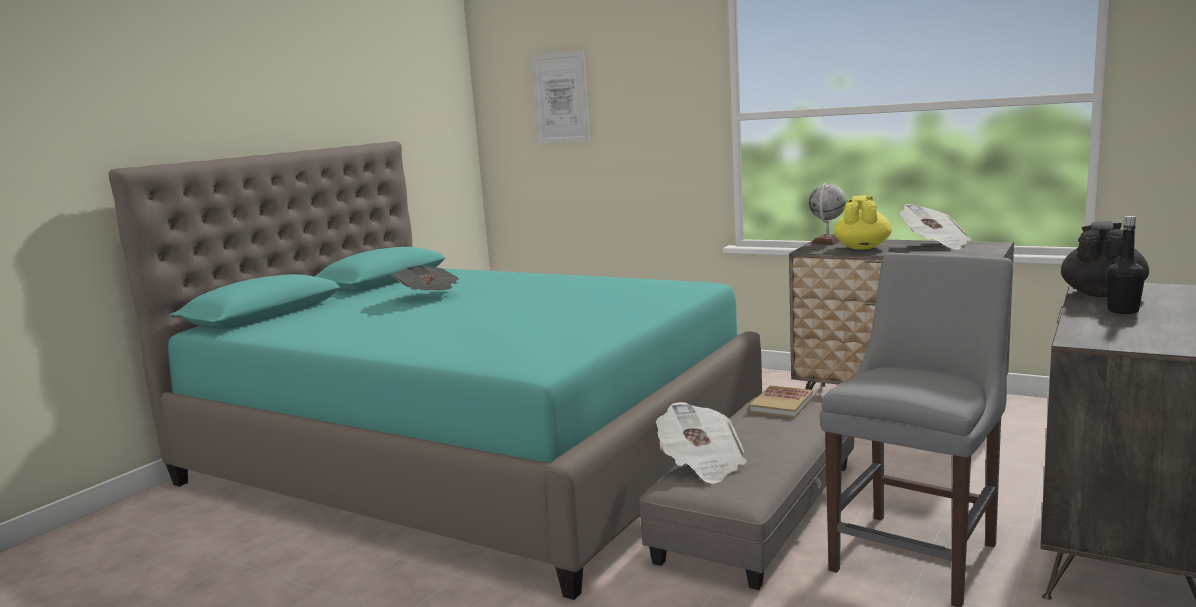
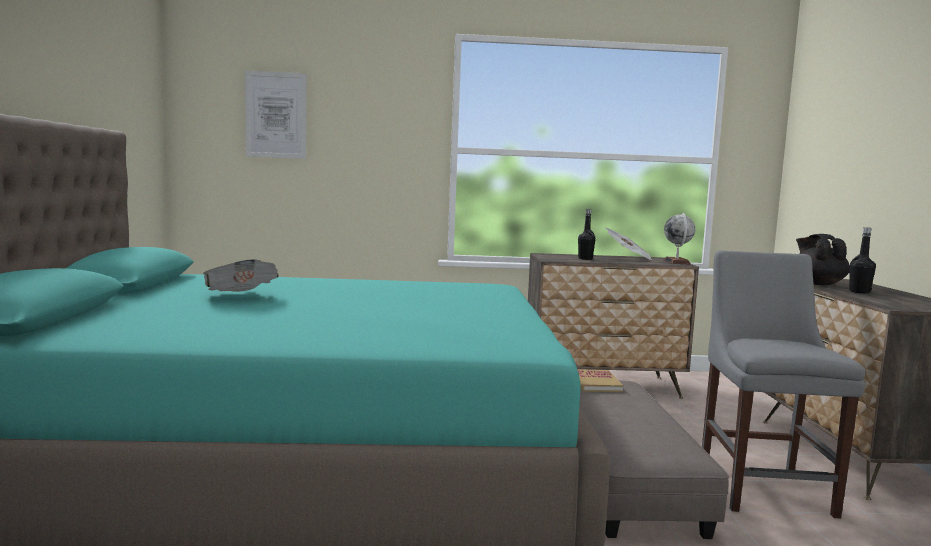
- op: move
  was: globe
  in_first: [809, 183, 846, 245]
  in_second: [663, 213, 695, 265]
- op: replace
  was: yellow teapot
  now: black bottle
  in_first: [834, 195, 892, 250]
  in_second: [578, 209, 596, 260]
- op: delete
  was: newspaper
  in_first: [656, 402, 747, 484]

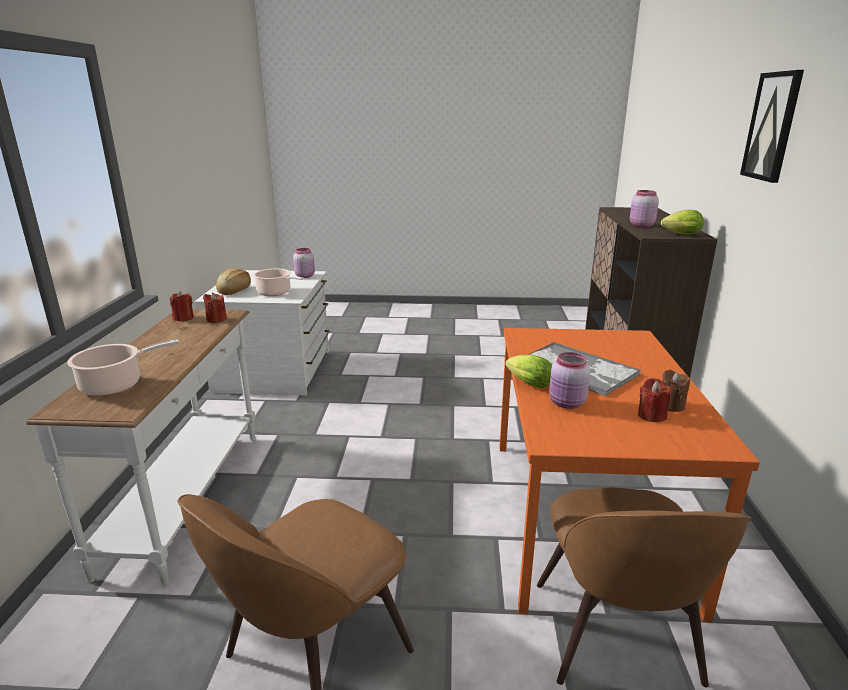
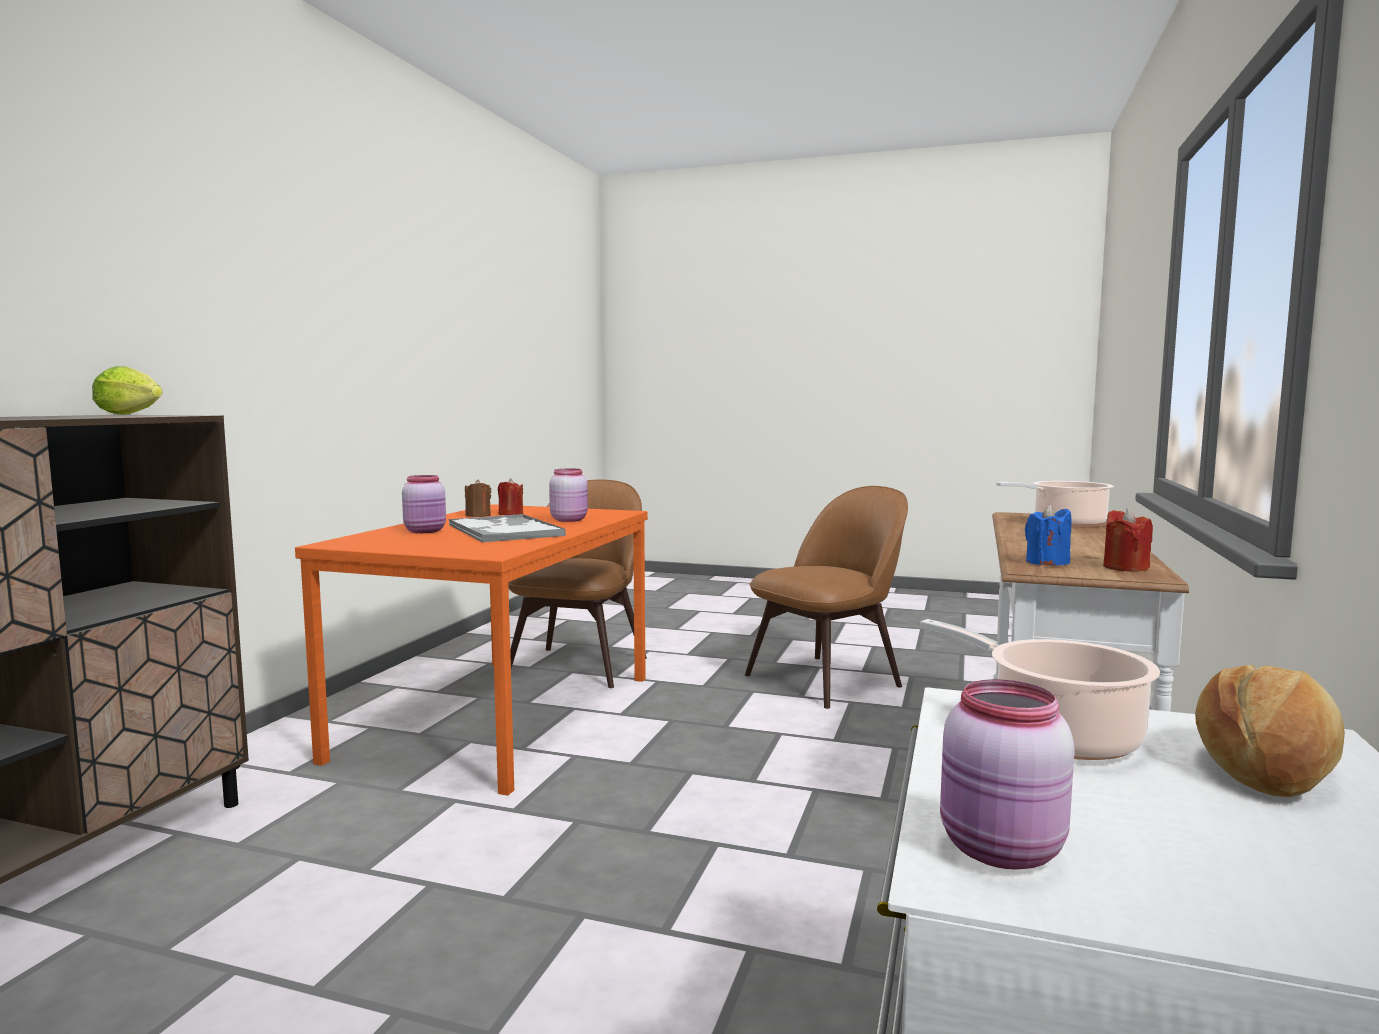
- op: delete
  was: picture
  in_first: [740, 70, 804, 183]
- op: move
  was: pink jar
  in_first: [630, 190, 659, 227]
  in_second: [402, 475, 446, 533]
- op: recolor
  was: red candle
  now: blue candle
  in_first: [203, 293, 227, 323]
  in_second: [1025, 504, 1072, 565]
- op: delete
  was: lettuce
  in_first: [505, 355, 552, 388]

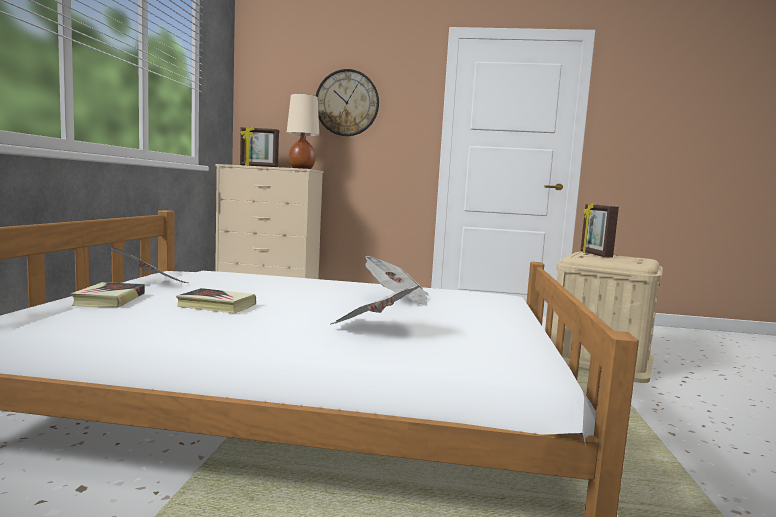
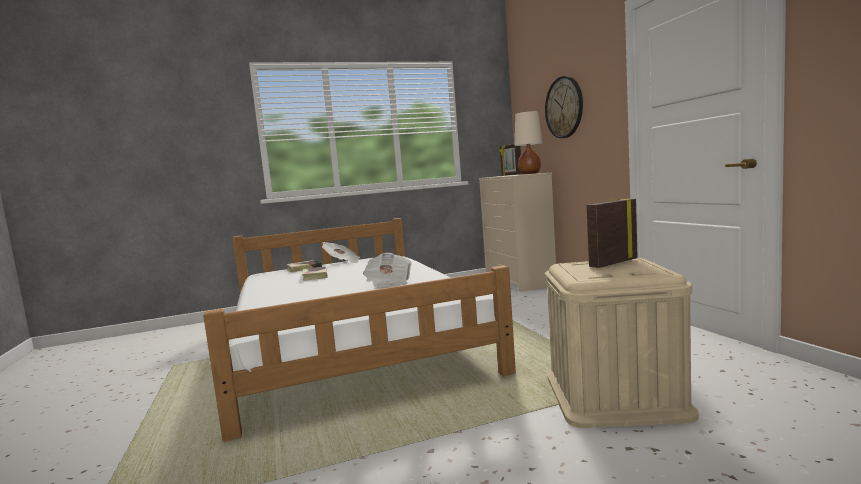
- op: delete
  was: newspaper
  in_first: [331, 284, 420, 324]

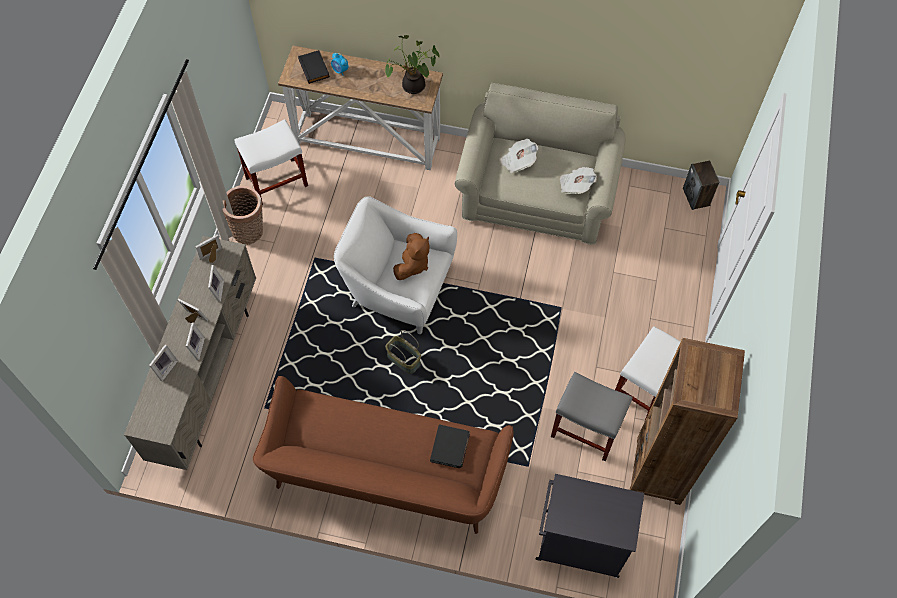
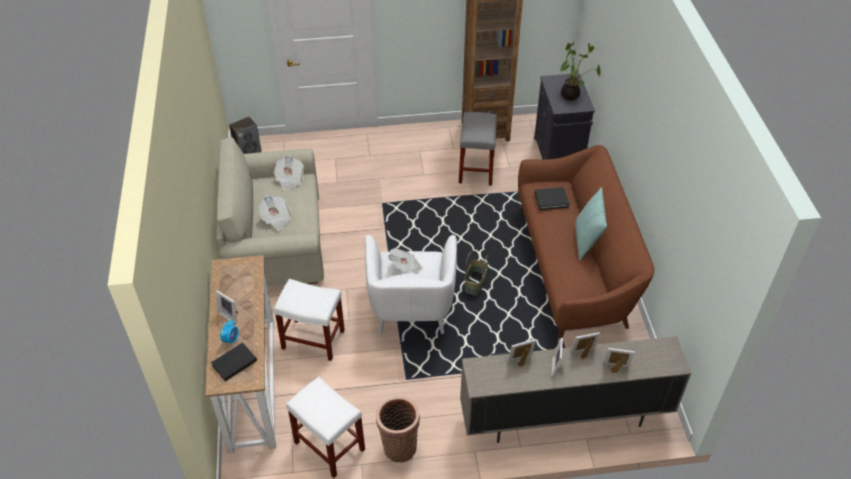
- op: move
  was: potted plant
  in_first: [385, 35, 440, 94]
  in_second: [560, 42, 600, 100]
- op: replace
  was: brown plush toy
  now: newspaper
  in_first: [393, 233, 430, 280]
  in_second: [387, 248, 423, 274]
- op: move
  was: picture frame
  in_first: [195, 234, 222, 263]
  in_second: [216, 290, 238, 324]
- op: move
  was: white stool
  in_first: [615, 326, 680, 420]
  in_second: [274, 279, 345, 361]
- op: insert
  now: pillow
  in_second: [575, 188, 607, 260]

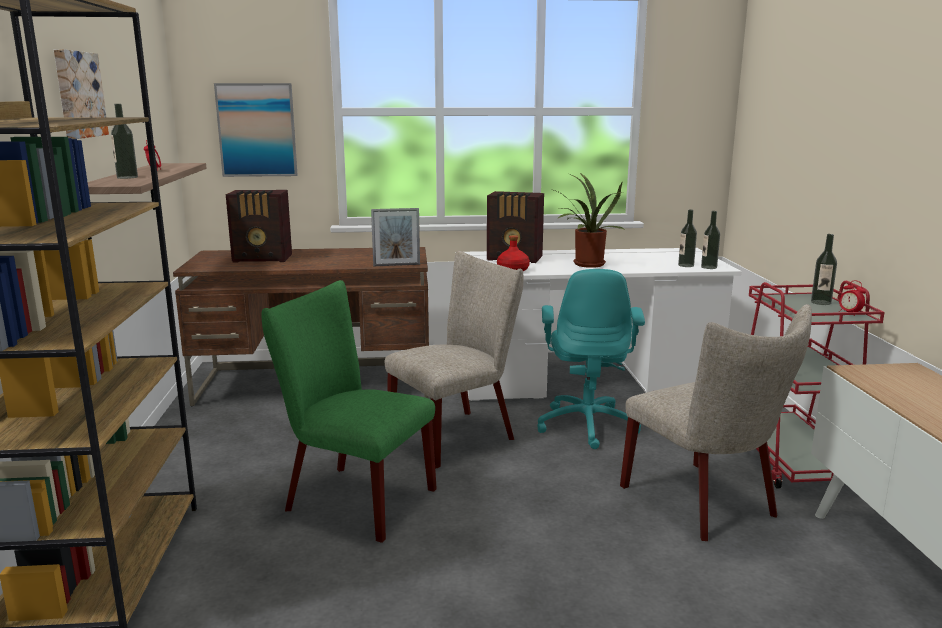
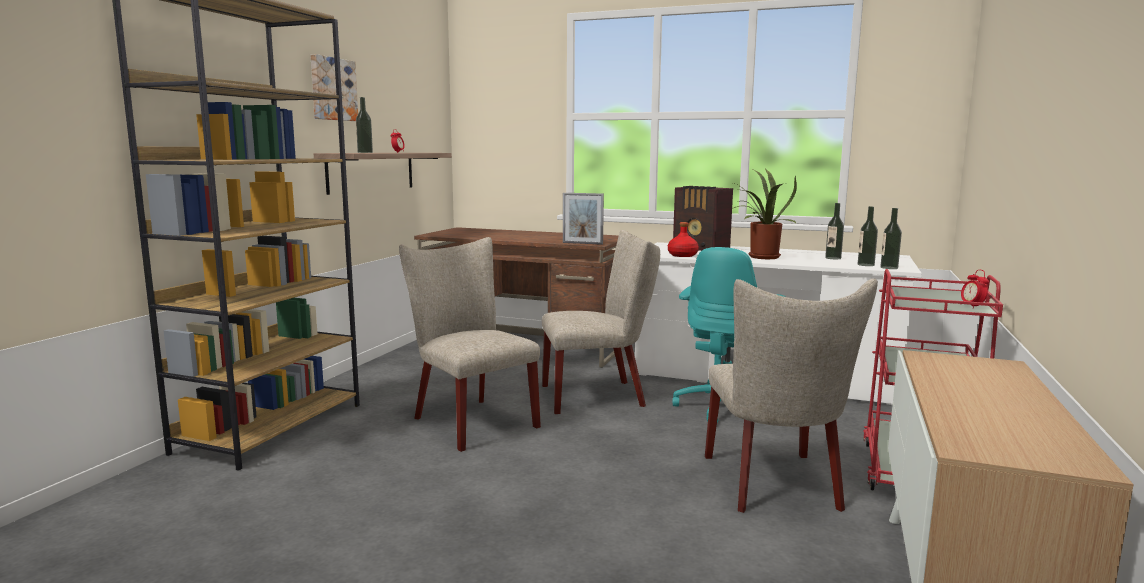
- op: delete
  was: picture
  in_first: [214, 83, 297, 177]
- op: delete
  was: radio
  in_first: [226, 190, 292, 262]
- op: move
  was: bottle
  in_first: [811, 234, 837, 305]
  in_second: [825, 203, 844, 259]
- op: recolor
  was: green chair
  now: beige chair
  in_first: [261, 280, 437, 543]
  in_second: [399, 237, 541, 452]

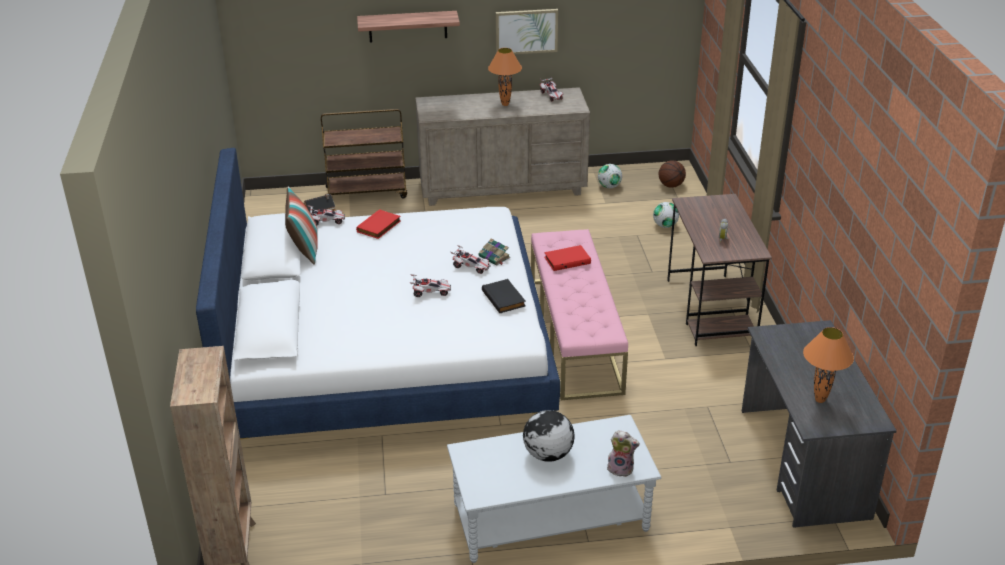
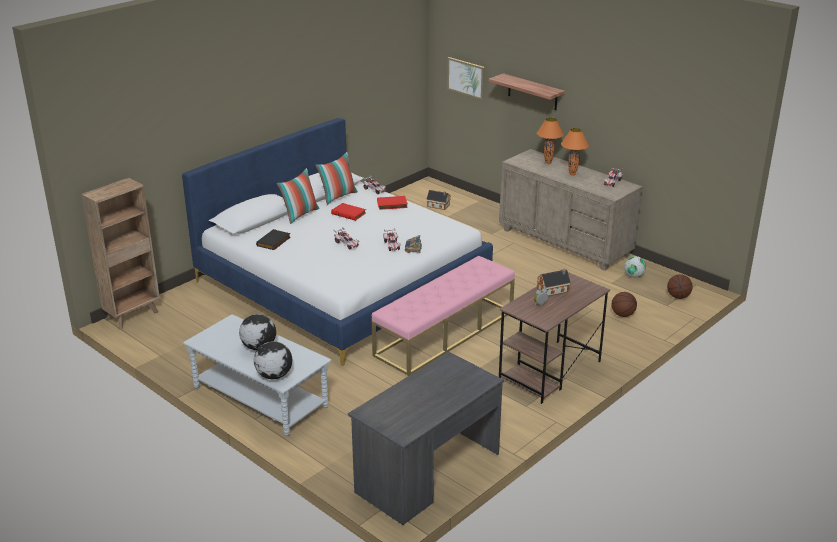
- op: move
  was: picture
  in_first: [496, 9, 558, 54]
  in_second: [447, 57, 485, 100]
- op: delete
  was: brown cart
  in_first: [321, 109, 407, 198]
- op: replace
  was: football
  now: basketball
  in_first: [653, 202, 679, 228]
  in_second: [612, 292, 637, 317]
- op: move
  was: red book
  in_first: [544, 245, 591, 271]
  in_second: [331, 203, 366, 221]
- op: move
  was: black book
  in_first: [482, 279, 526, 313]
  in_second: [256, 229, 291, 250]
- op: move
  was: orange table lamp
  in_first: [803, 327, 854, 403]
  in_second: [537, 118, 564, 164]
- op: replace
  was: plush toy
  now: globe
  in_first: [607, 430, 640, 477]
  in_second: [254, 341, 292, 379]
- op: insert
  now: pillow
  in_second: [277, 168, 320, 224]
- op: insert
  now: toy house
  in_second: [537, 269, 571, 296]

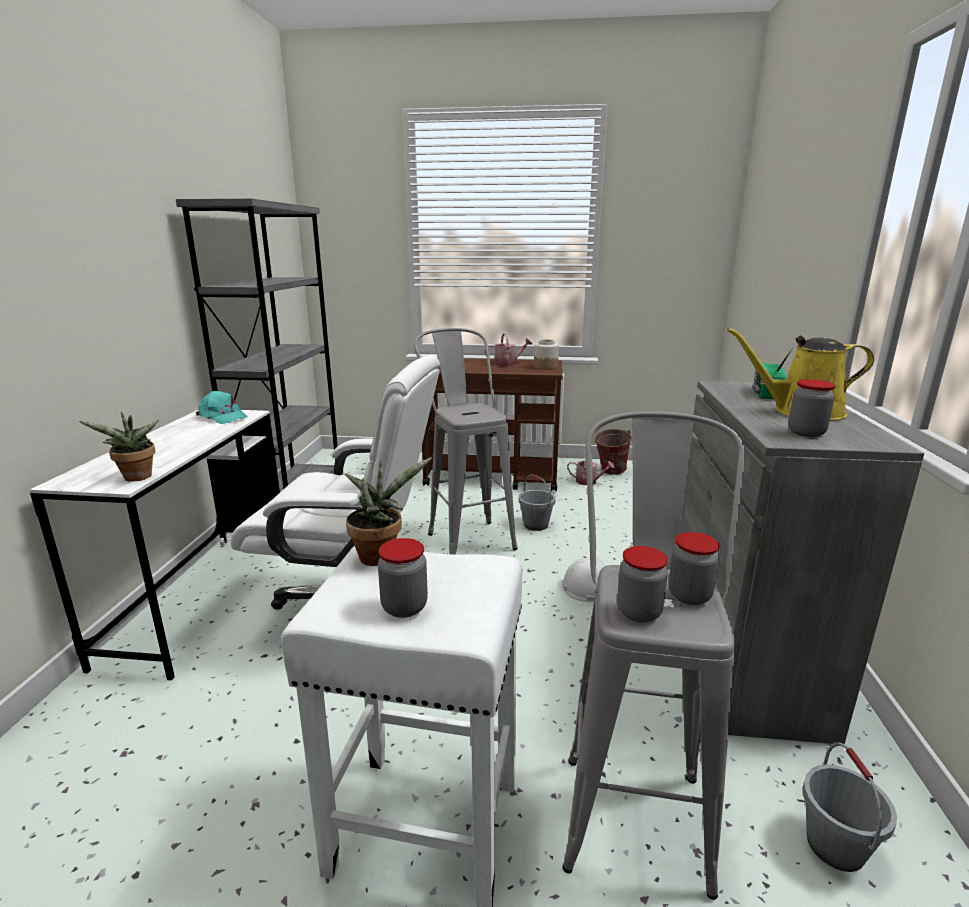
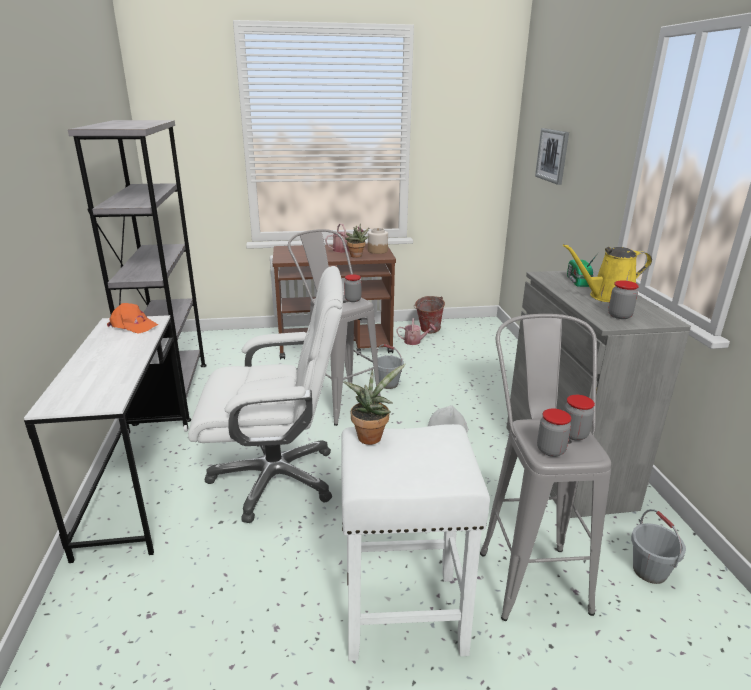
- op: recolor
  was: turquoise cap
  now: orange cap
  in_first: [196, 391, 249, 424]
  in_second: [107, 303, 158, 334]
- op: move
  was: potted plant
  in_first: [79, 412, 159, 482]
  in_second: [345, 224, 370, 258]
- op: move
  was: jar
  in_first: [378, 538, 428, 618]
  in_second: [344, 274, 361, 302]
- op: insert
  now: picture
  in_second: [535, 128, 569, 185]

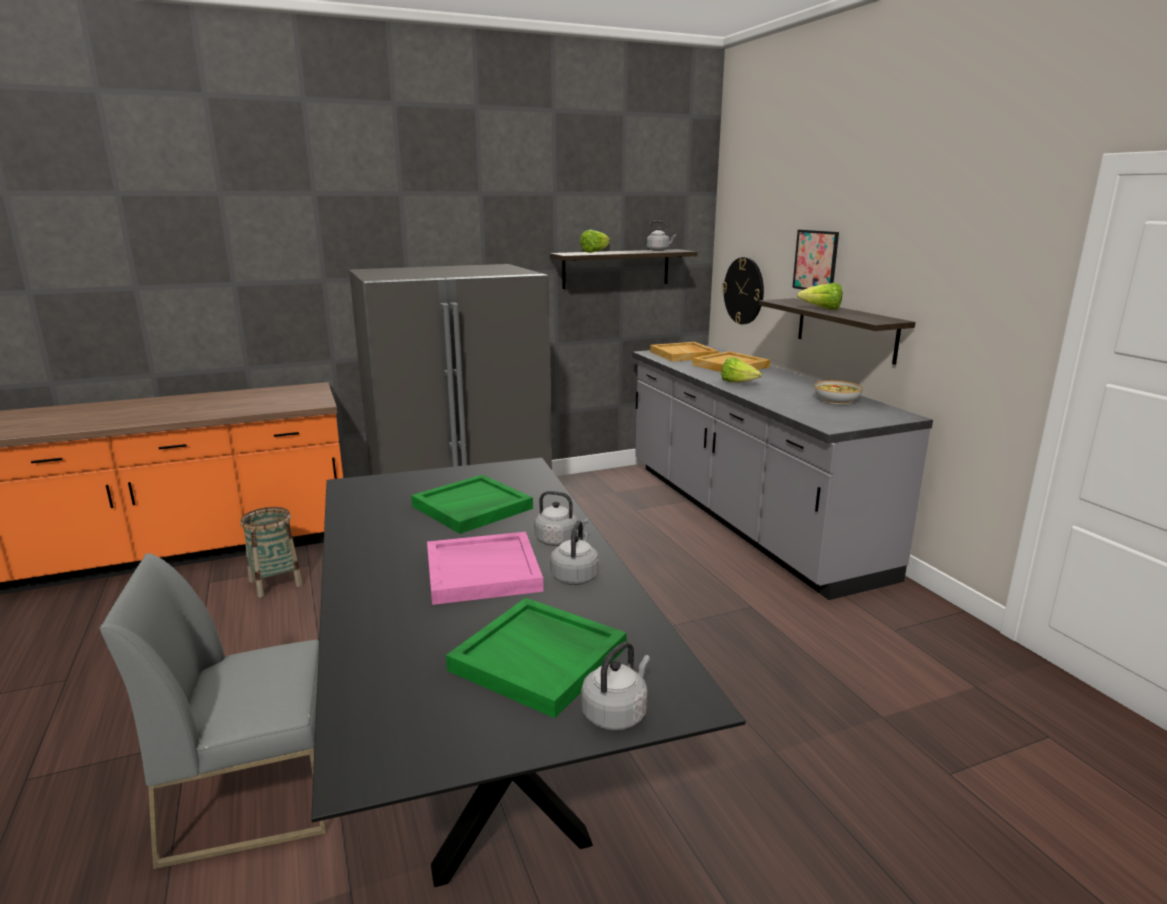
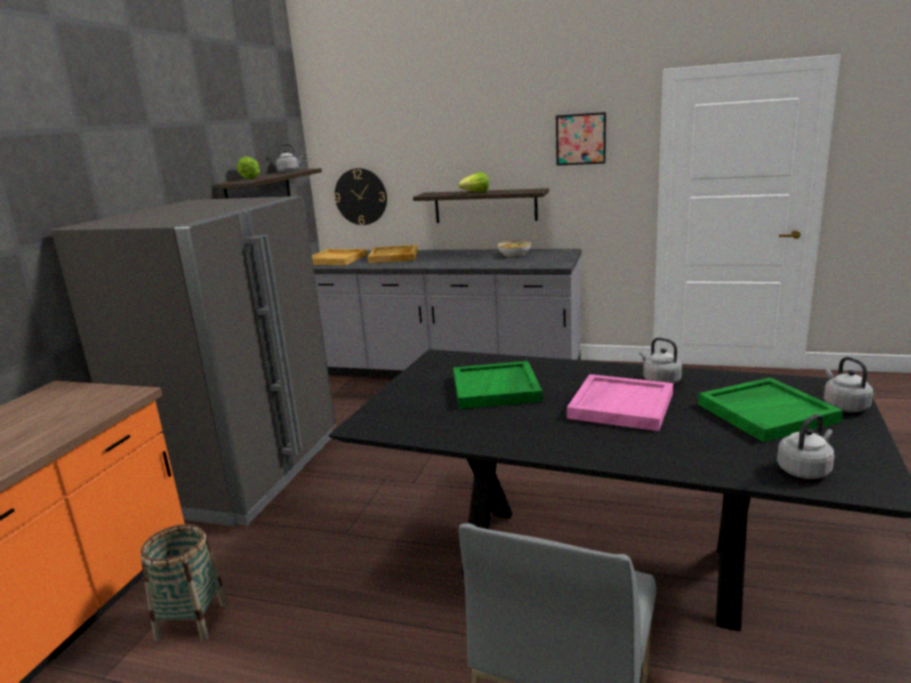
- op: move
  was: picture
  in_first: [792, 230, 839, 290]
  in_second: [556, 112, 606, 166]
- op: delete
  was: lettuce
  in_first: [721, 357, 762, 382]
- op: move
  was: grey kettle
  in_first: [534, 491, 589, 546]
  in_second: [777, 414, 835, 479]

